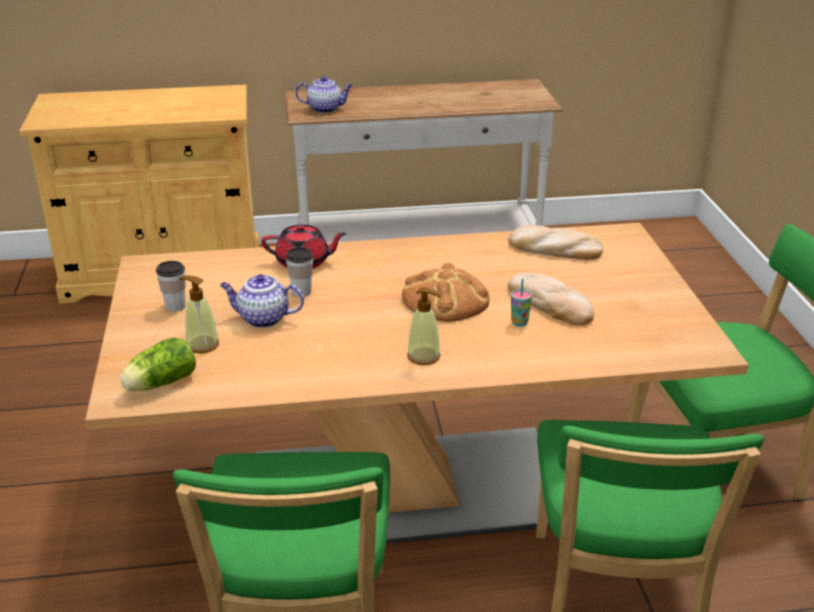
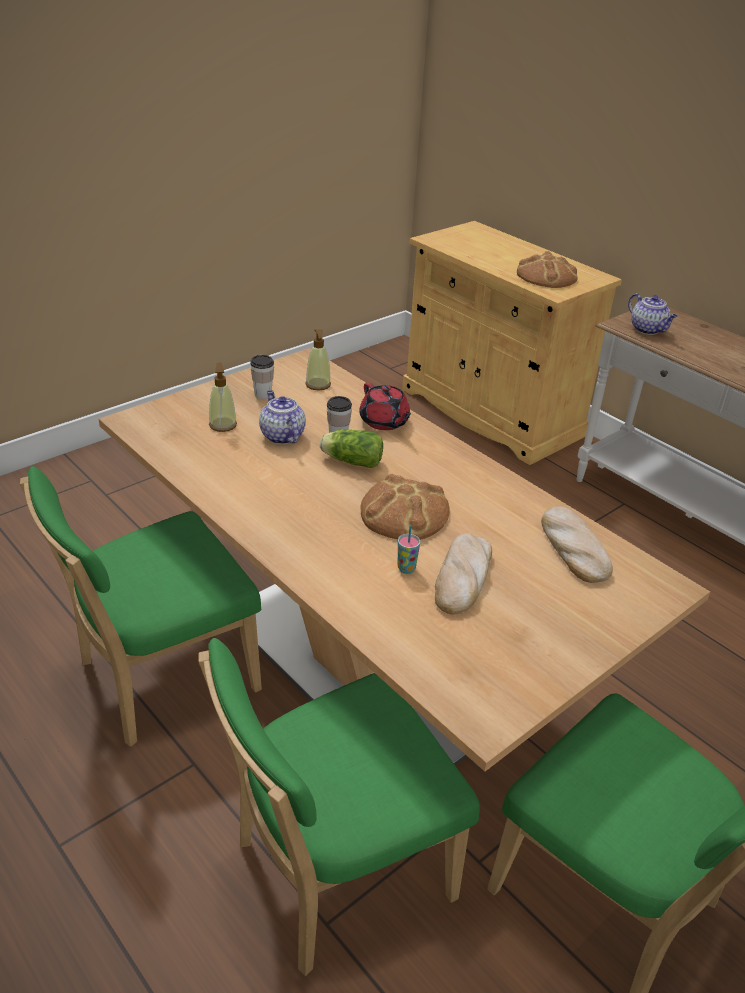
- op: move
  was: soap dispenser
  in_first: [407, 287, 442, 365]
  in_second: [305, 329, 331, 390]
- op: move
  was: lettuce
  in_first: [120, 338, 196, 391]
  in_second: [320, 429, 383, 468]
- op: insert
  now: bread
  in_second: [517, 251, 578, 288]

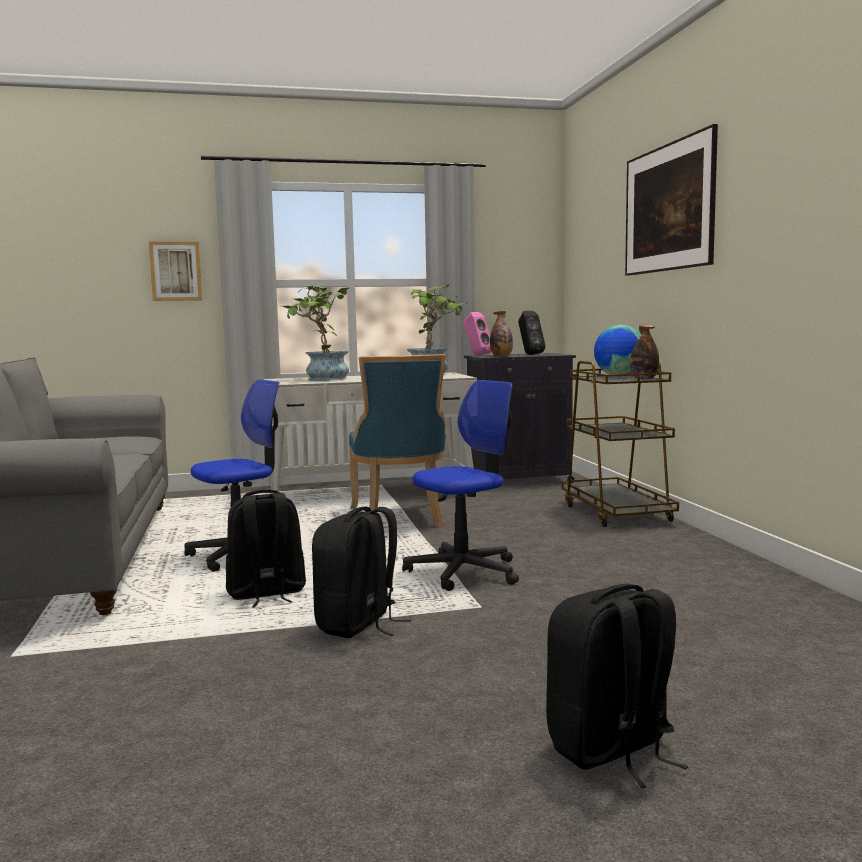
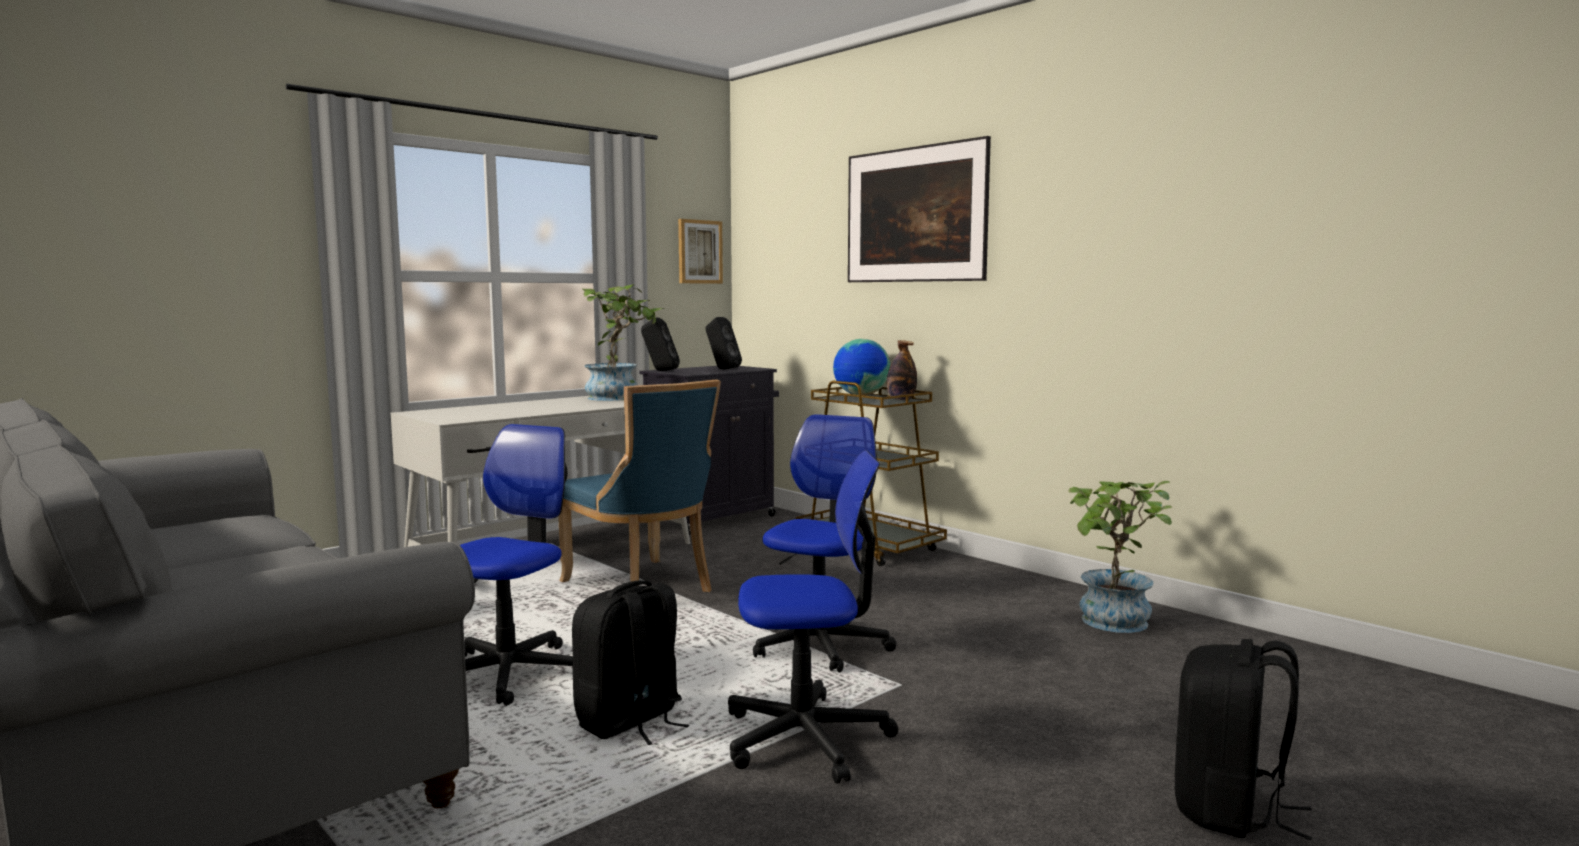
- op: move
  was: picture
  in_first: [149, 242, 202, 301]
  in_second: [678, 219, 723, 284]
- op: move
  was: potted plant
  in_first: [282, 285, 349, 381]
  in_second: [1068, 481, 1172, 633]
- op: delete
  was: bottle
  in_first: [490, 311, 513, 356]
- op: recolor
  was: pink speaker
  now: black speaker
  in_first: [464, 312, 492, 356]
  in_second: [641, 318, 680, 371]
- op: replace
  was: black backpack
  now: office chair
  in_first: [312, 507, 411, 638]
  in_second: [728, 450, 898, 784]

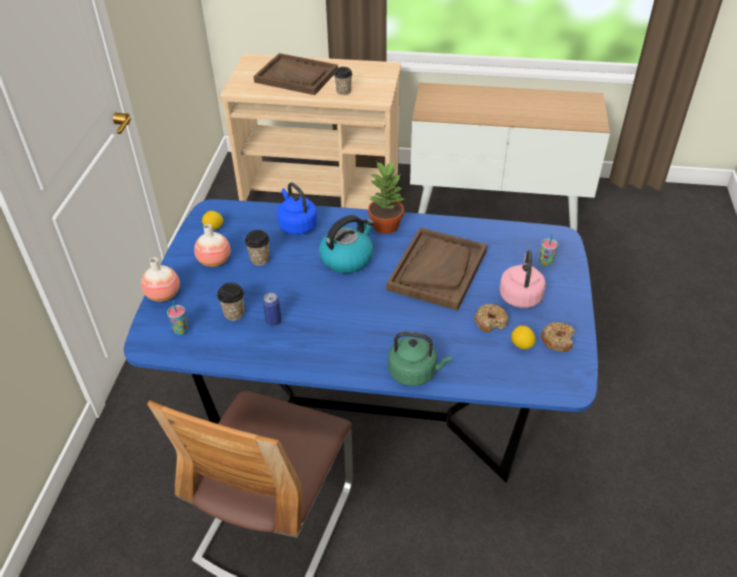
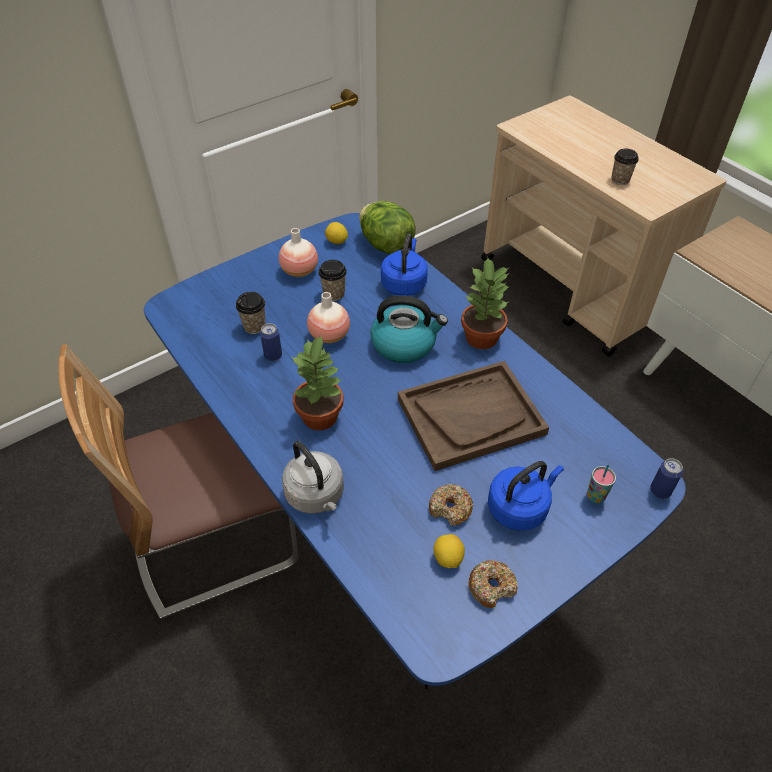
- op: delete
  was: brown tray
  in_first: [254, 53, 338, 95]
- op: recolor
  was: pink kettle
  now: blue kettle
  in_first: [499, 250, 546, 308]
  in_second: [488, 461, 564, 531]
- op: move
  was: vase
  in_first: [141, 257, 180, 302]
  in_second: [307, 292, 350, 343]
- op: delete
  was: cup
  in_first: [167, 300, 188, 335]
- op: recolor
  was: green kettle
  now: grey kettle
  in_first: [388, 332, 451, 386]
  in_second: [282, 441, 344, 514]
- op: insert
  now: lettuce
  in_second: [359, 201, 416, 255]
- op: insert
  now: potted plant
  in_second: [292, 335, 344, 430]
- op: insert
  now: can
  in_second: [650, 458, 683, 498]

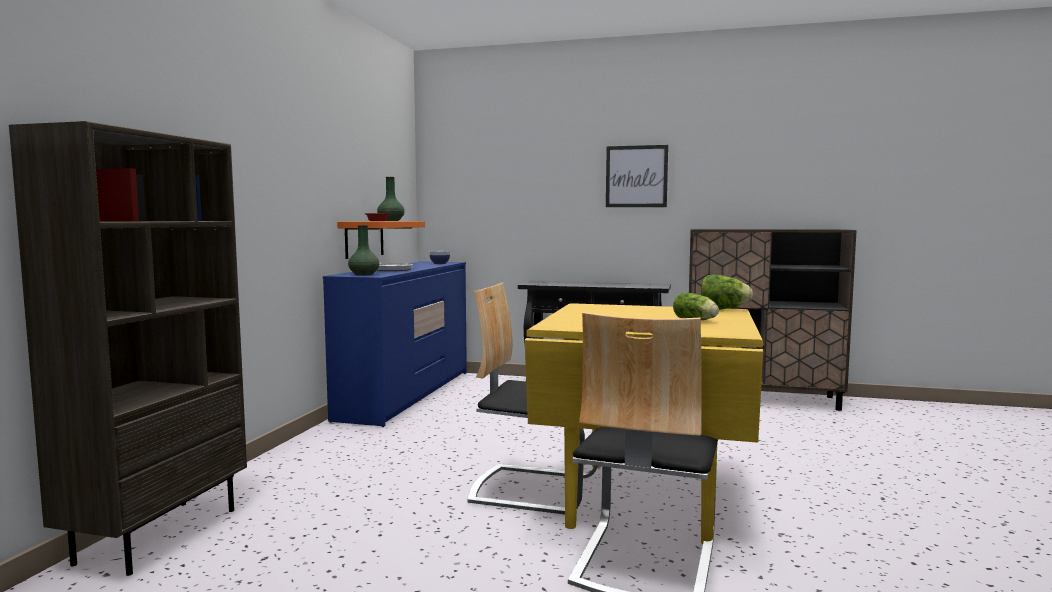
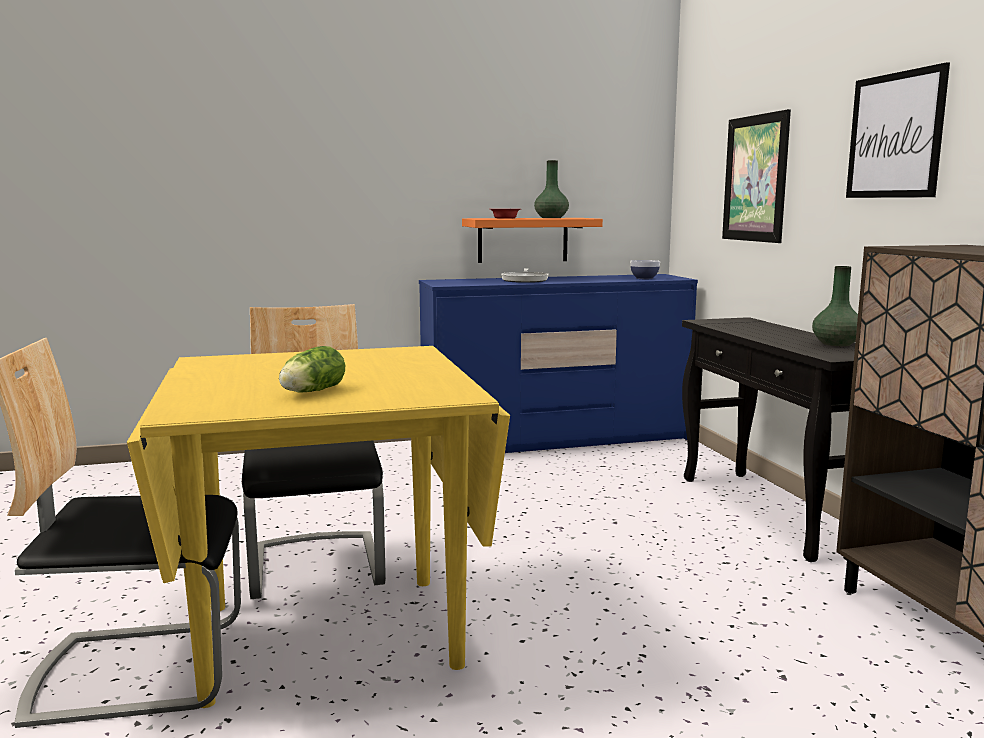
- op: delete
  was: brown bookcase
  in_first: [9, 121, 247, 576]
- op: move
  was: green vase
  in_first: [348, 225, 379, 276]
  in_second: [812, 266, 858, 346]
- op: delete
  was: lettuce
  in_first: [701, 275, 753, 310]
- op: insert
  now: picture
  in_second: [722, 109, 791, 243]

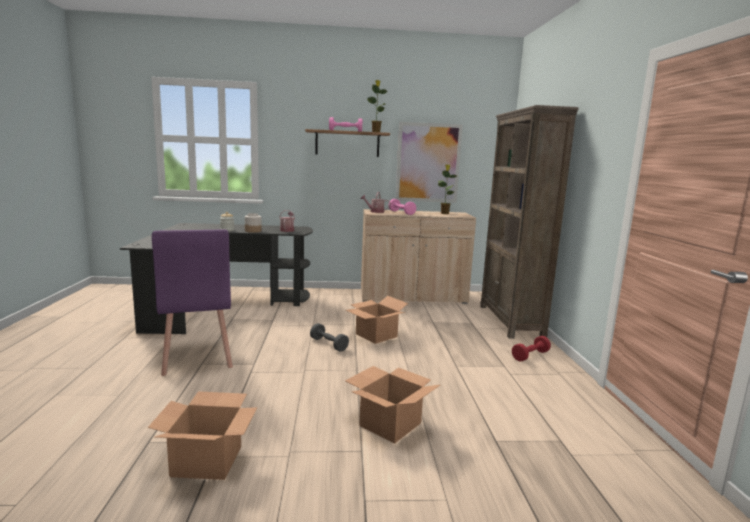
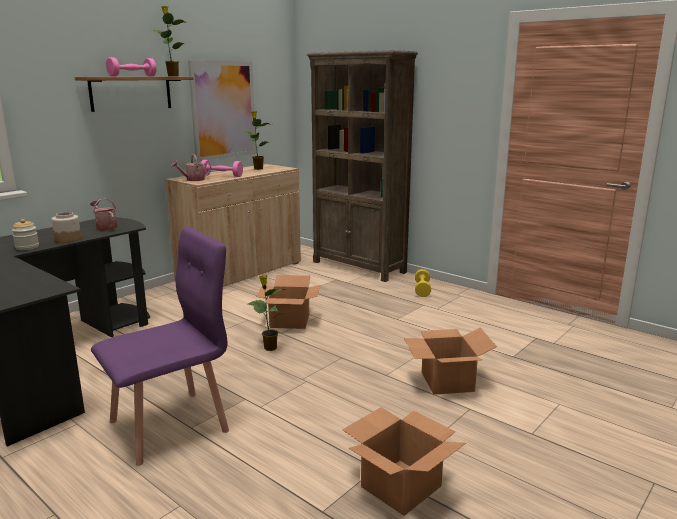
- op: rotate
  was: purple chair
  in_first: [152, 230, 233, 376]
  in_second: [91, 226, 229, 466]
  clockwise: -60
- op: replace
  was: grey dumbbell
  now: potted plant
  in_first: [310, 323, 349, 351]
  in_second: [248, 275, 286, 351]
- op: recolor
  was: red dumbbell
  now: yellow dumbbell
  in_first: [512, 336, 551, 362]
  in_second: [415, 269, 431, 297]

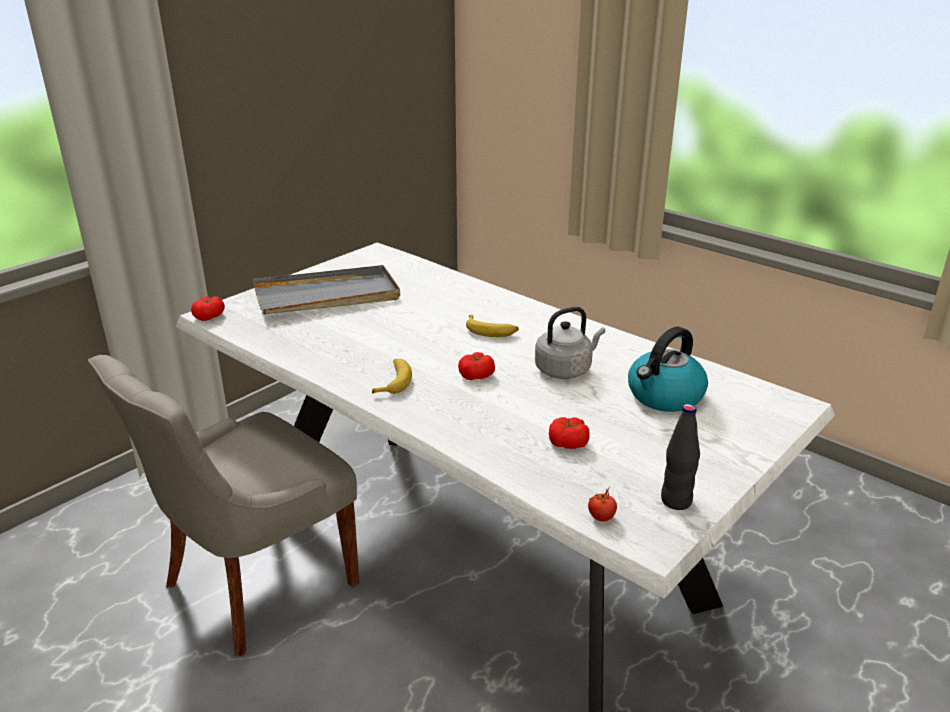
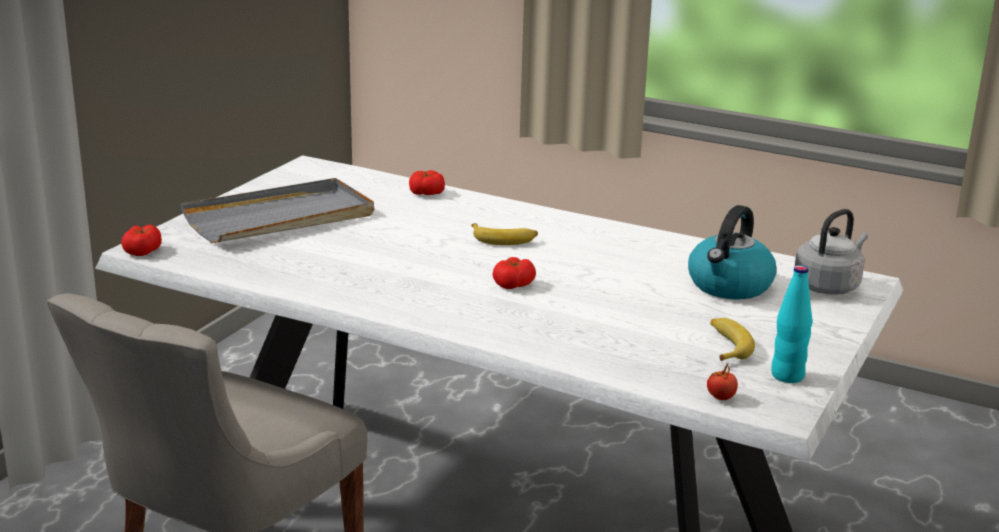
- op: move
  was: grey kettle
  in_first: [535, 307, 605, 379]
  in_second: [794, 209, 868, 295]
- op: move
  was: banana
  in_first: [372, 359, 412, 394]
  in_second: [710, 318, 755, 361]
- op: recolor
  was: black bottle
  now: turquoise bottle
  in_first: [661, 404, 700, 510]
  in_second: [771, 265, 813, 383]
- op: move
  was: tomato
  in_first: [549, 417, 590, 449]
  in_second: [409, 170, 445, 195]

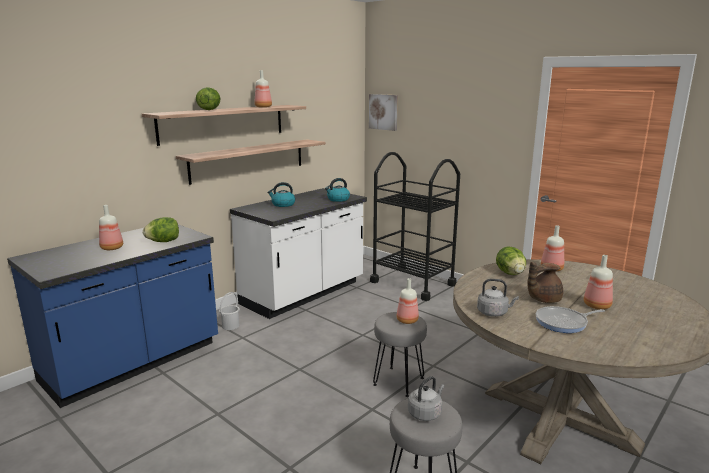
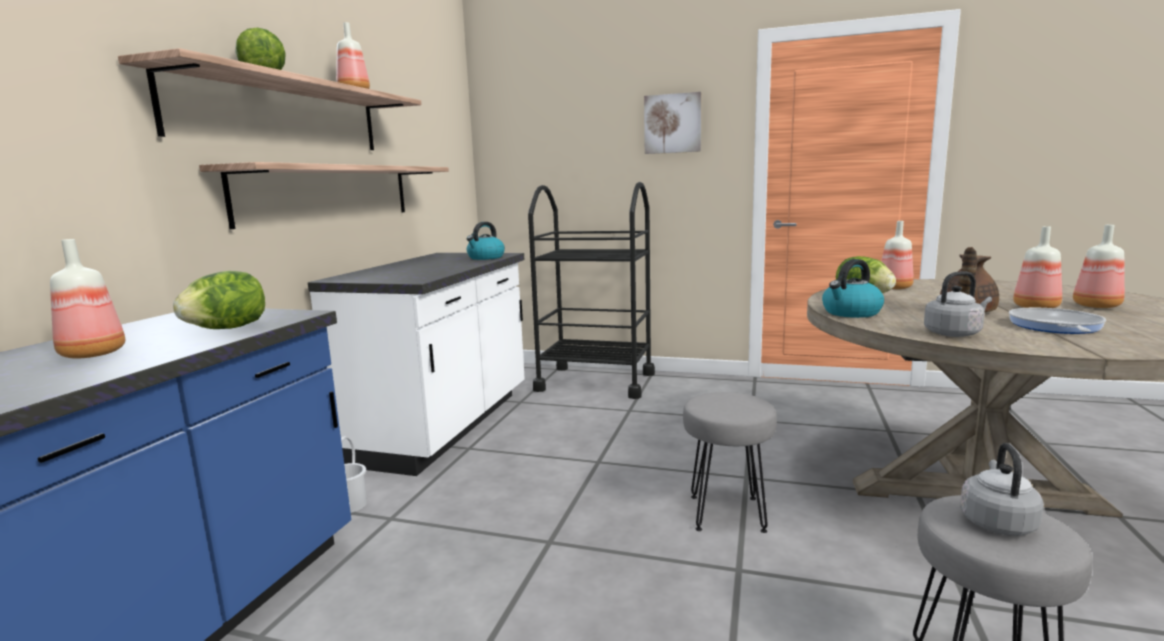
- op: move
  was: picture
  in_first: [369, 94, 398, 131]
  in_second: [644, 92, 701, 154]
- op: move
  was: kettle
  in_first: [267, 182, 295, 207]
  in_second: [822, 259, 884, 318]
- op: move
  was: bottle
  in_first: [397, 278, 419, 324]
  in_second: [1073, 225, 1125, 308]
- op: rotate
  was: frying pan
  in_first: [536, 306, 605, 333]
  in_second: [1009, 308, 1106, 334]
  clockwise: 150

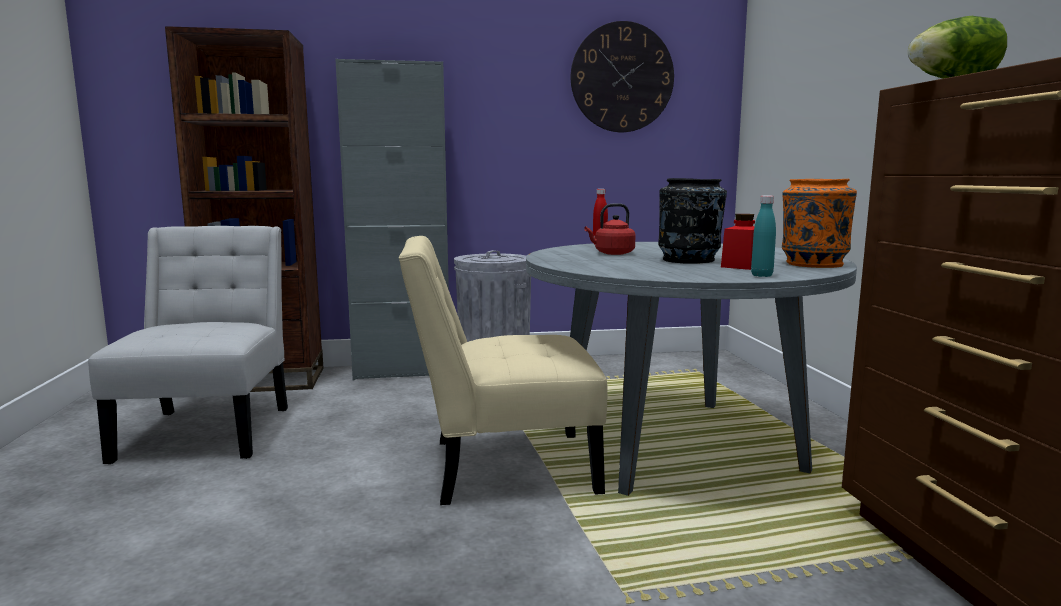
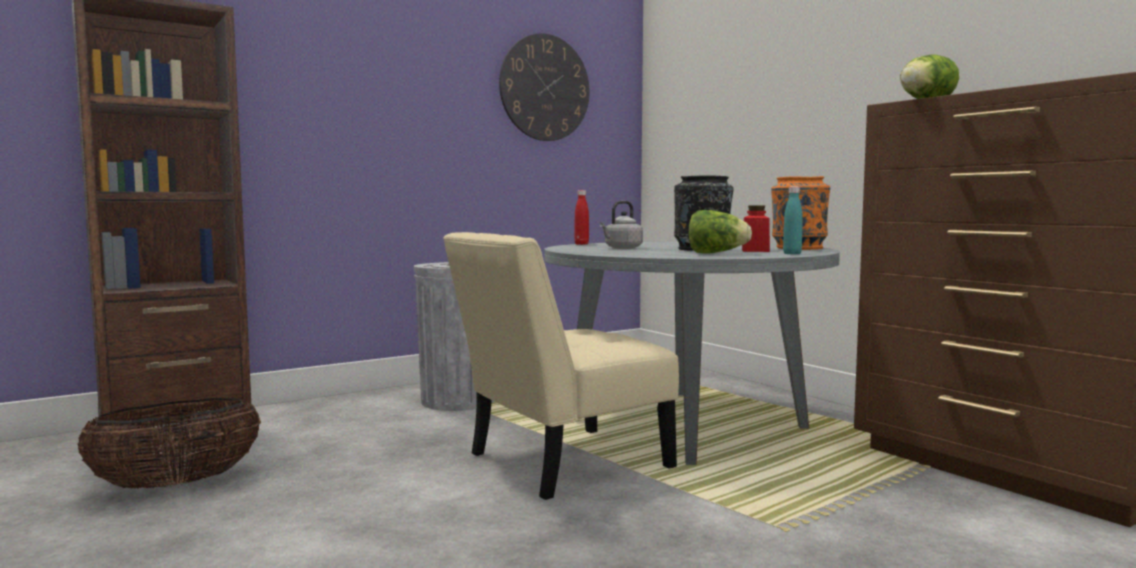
- op: delete
  was: grey cabinet
  in_first: [335, 59, 449, 380]
- op: recolor
  was: red kettle
  now: grey kettle
  in_first: [584, 203, 636, 255]
  in_second: [599, 201, 643, 249]
- op: replace
  was: white chair
  now: basket
  in_first: [88, 226, 288, 464]
  in_second: [77, 398, 261, 488]
- op: insert
  now: lettuce
  in_second: [688, 210, 752, 254]

